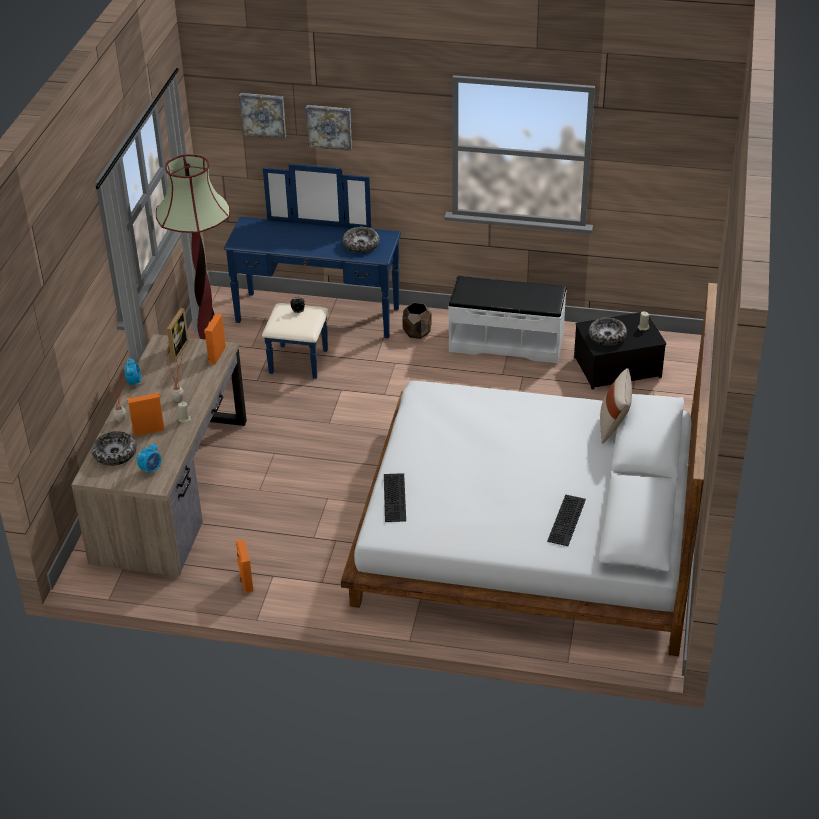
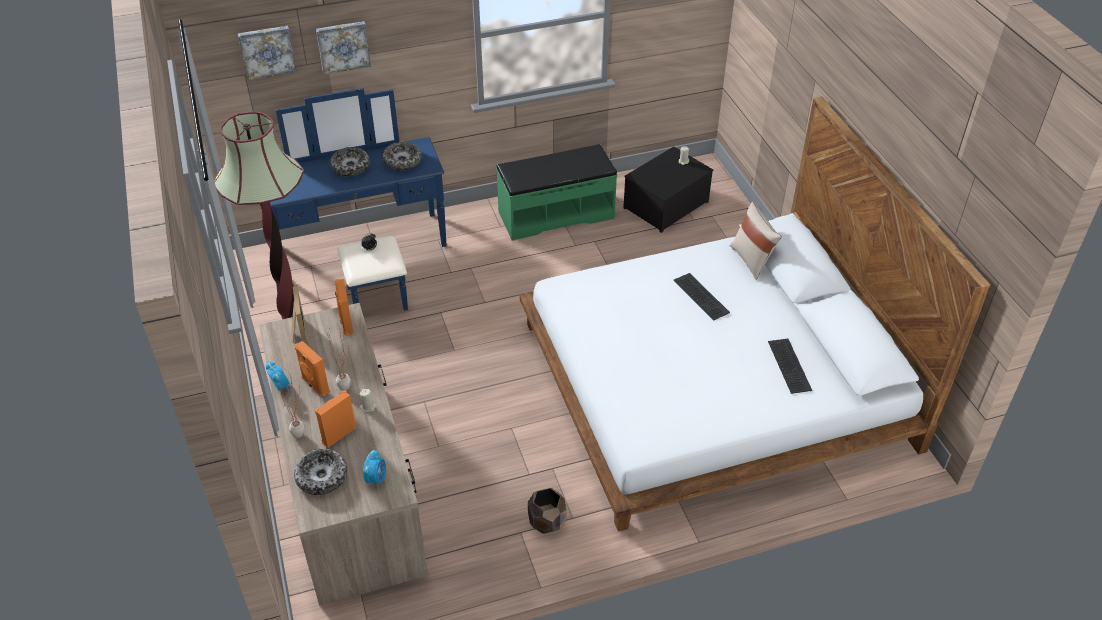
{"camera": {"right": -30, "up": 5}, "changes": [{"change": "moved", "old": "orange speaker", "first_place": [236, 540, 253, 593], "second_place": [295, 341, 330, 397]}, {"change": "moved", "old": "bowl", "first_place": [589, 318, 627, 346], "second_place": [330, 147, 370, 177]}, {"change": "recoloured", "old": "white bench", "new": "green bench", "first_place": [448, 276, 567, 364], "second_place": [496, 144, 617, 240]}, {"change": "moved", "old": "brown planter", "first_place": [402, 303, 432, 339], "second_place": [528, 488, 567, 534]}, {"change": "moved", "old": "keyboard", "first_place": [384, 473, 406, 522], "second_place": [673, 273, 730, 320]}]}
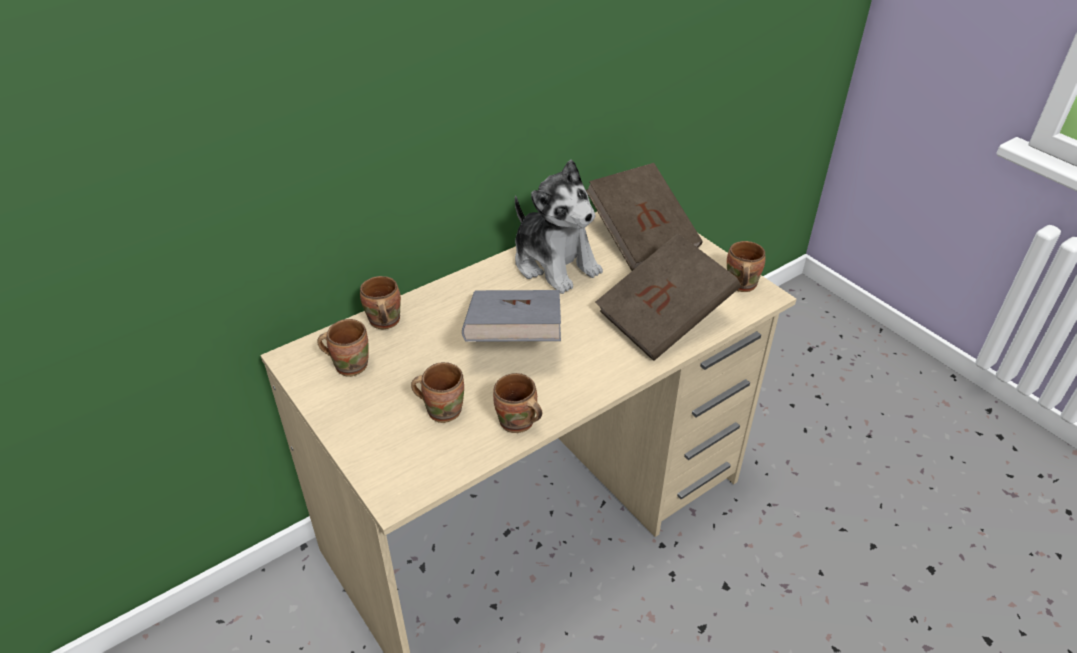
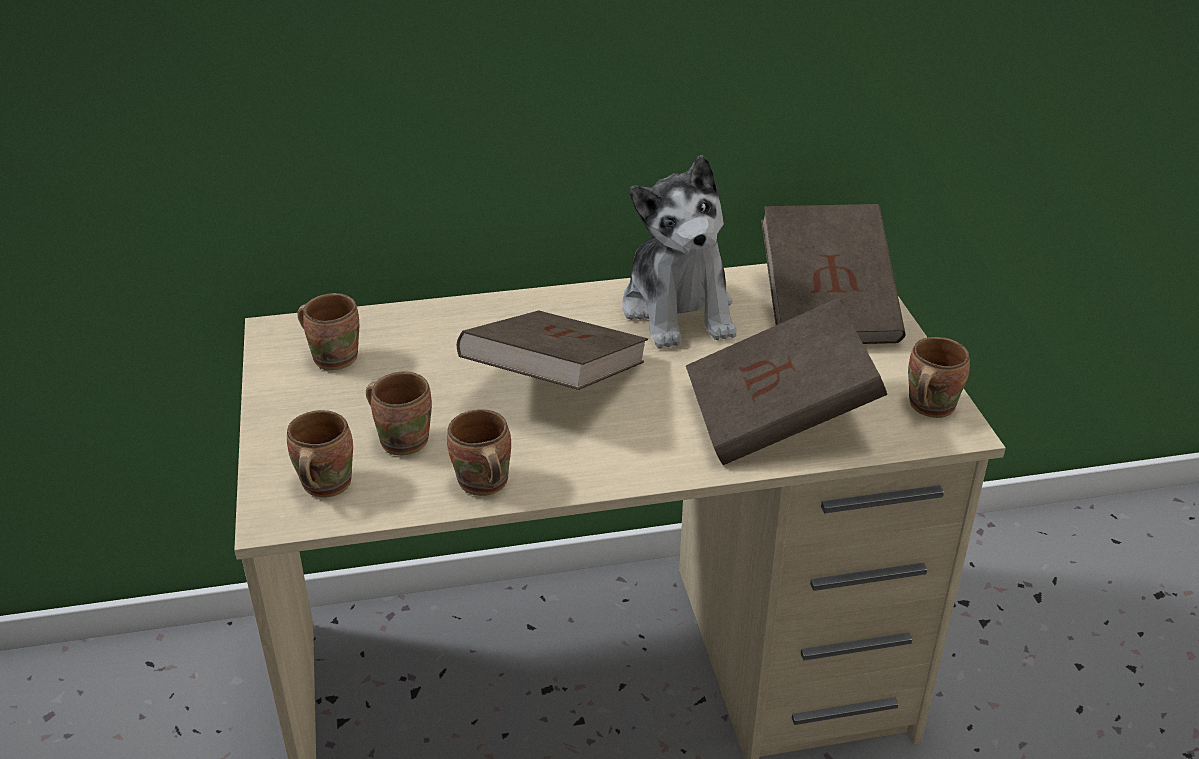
{"camera": {"right": 25, "up": -5}, "changes": [{"change": "moved", "old": "brown mug", "first_place": [360, 276, 401, 329], "second_place": [287, 410, 353, 497]}, {"change": "recoloured", "old": "grey book", "new": "brown book", "first_place": [462, 290, 561, 342], "second_place": [457, 311, 648, 390]}]}
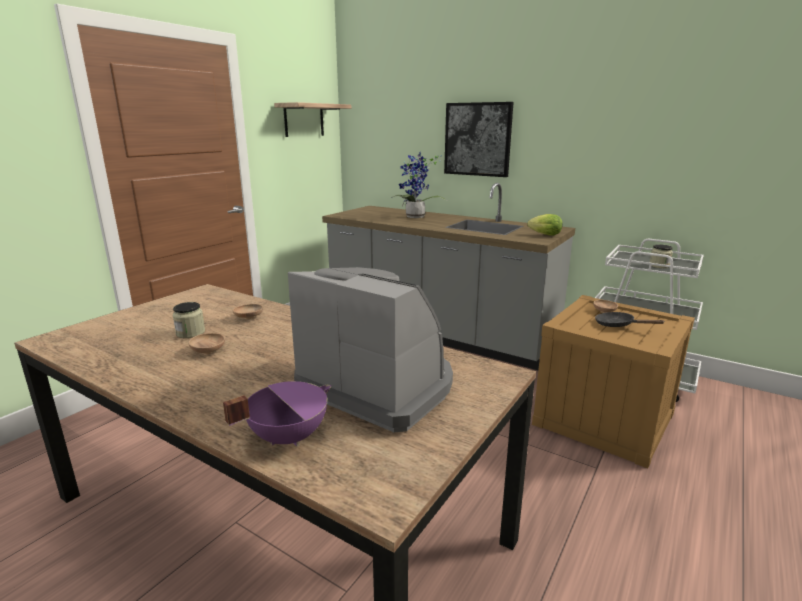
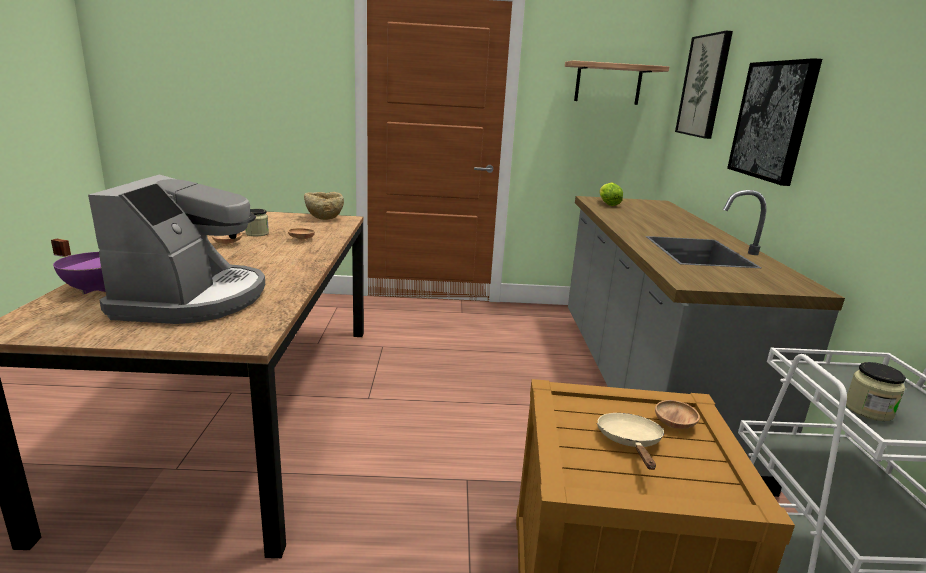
{"camera": {"right": 55, "up": 0}, "changes": [{"change": "added", "new": "beige bowl", "second_place": [304, 192, 344, 220]}, {"change": "recoloured", "old": "black frying pan", "new": "beige frying pan", "first_place": [595, 312, 664, 327], "second_place": [597, 413, 664, 470]}, {"change": "moved", "old": "lettuce", "first_place": [527, 214, 563, 236], "second_place": [599, 183, 623, 206]}, {"change": "added", "new": "picture", "second_place": [675, 31, 733, 139]}, {"change": "removed", "old": "potted plant", "first_place": [391, 152, 446, 218]}]}
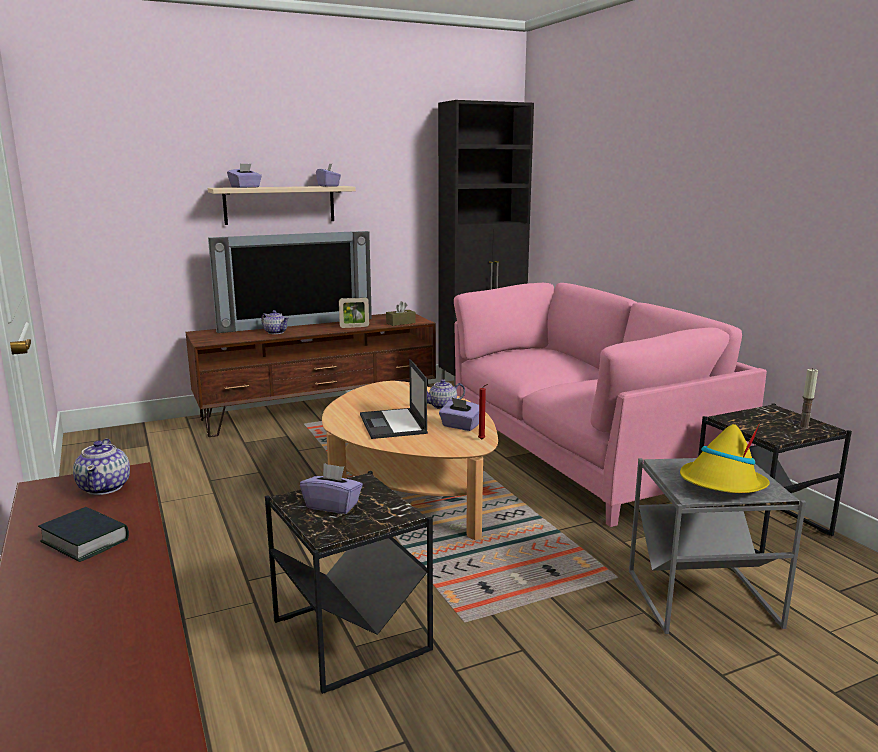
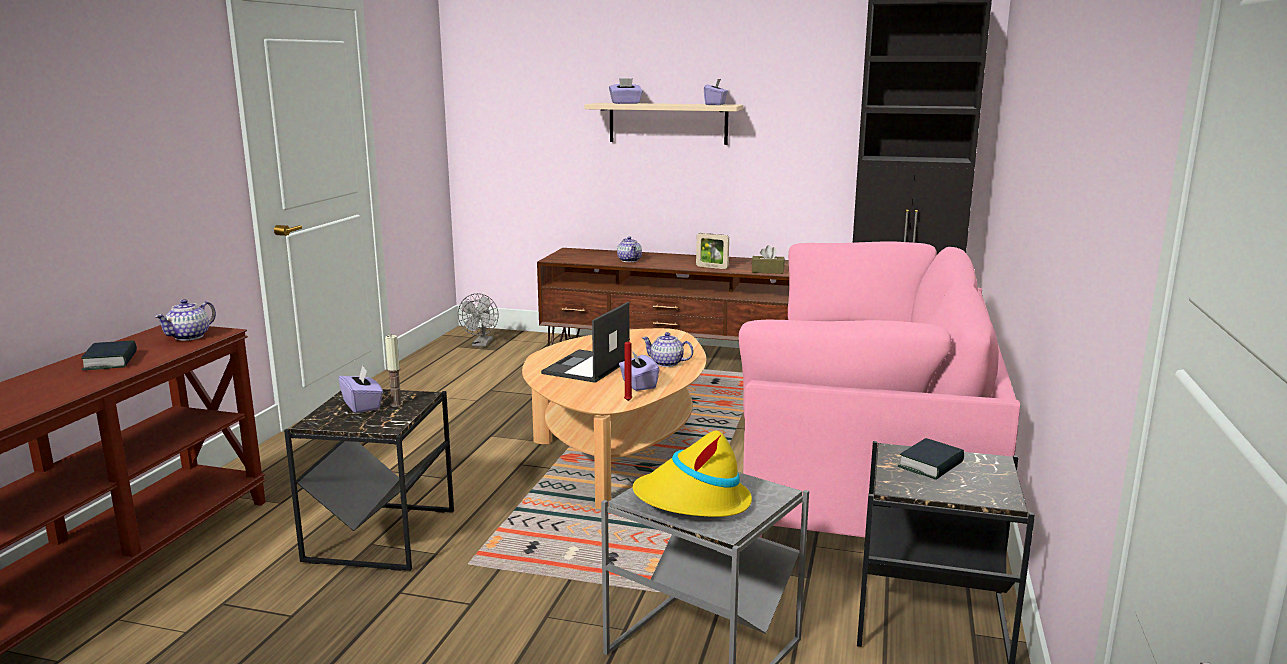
{"camera": {"right": 40, "up": 0}, "changes": [{"change": "moved", "old": "candle", "first_place": [798, 368, 818, 429], "second_place": [385, 335, 403, 407]}, {"change": "added", "new": "grey fan", "second_place": [458, 293, 499, 347]}, {"change": "added", "new": "book", "second_place": [898, 438, 964, 480]}, {"change": "removed", "old": "television", "first_place": [208, 231, 372, 333]}]}
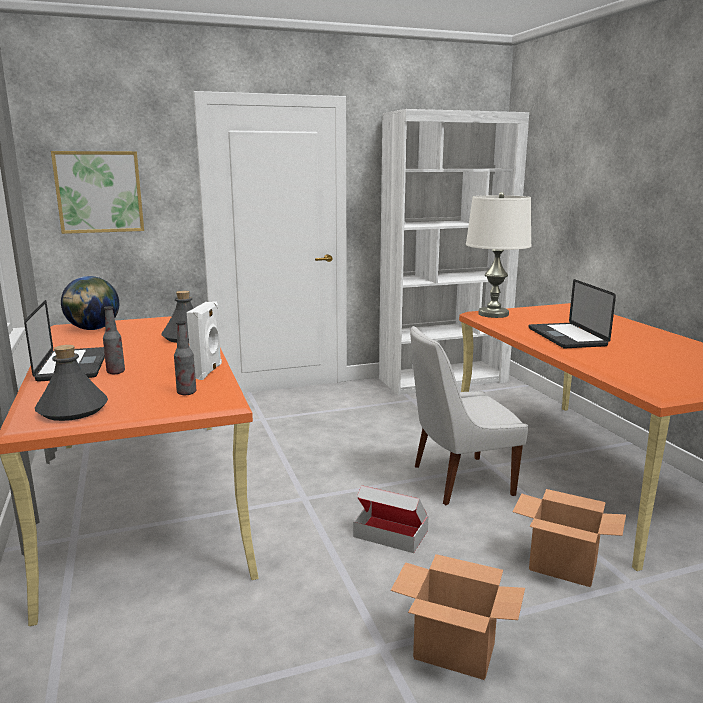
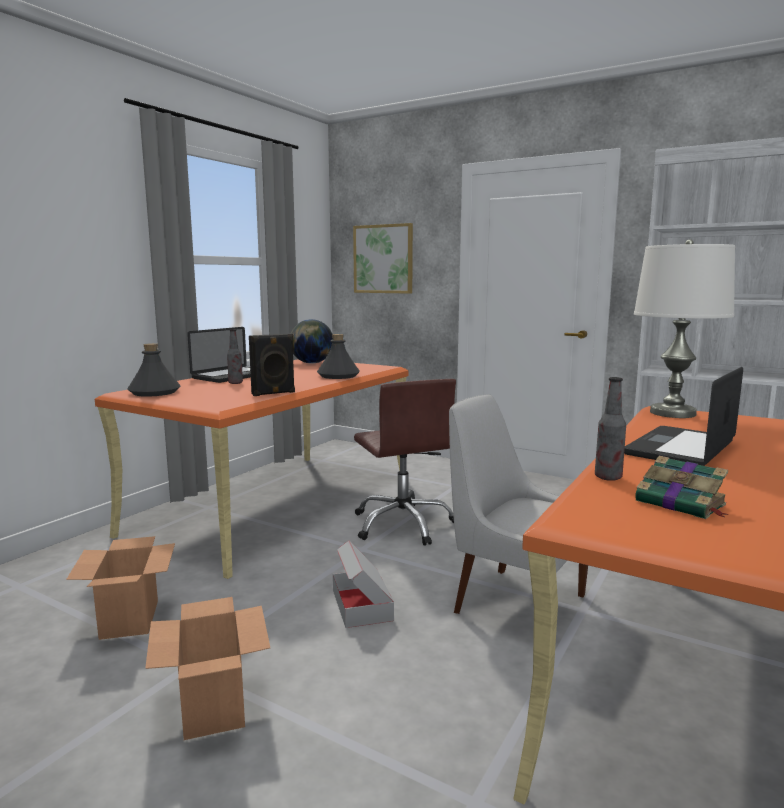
{"camera": {"right": 50, "up": -5}, "changes": [{"change": "moved", "old": "cardboard box", "first_place": [512, 489, 626, 587], "second_place": [66, 536, 175, 640]}, {"change": "recoloured", "old": "white speaker", "new": "black speaker", "first_place": [187, 301, 222, 380], "second_place": [249, 334, 295, 396]}, {"change": "added", "new": "brown office chair", "second_place": [354, 379, 456, 546]}, {"change": "moved", "old": "bottle", "first_place": [174, 321, 196, 395], "second_place": [595, 377, 626, 481]}, {"change": "added", "new": "book", "second_place": [635, 456, 728, 519]}]}
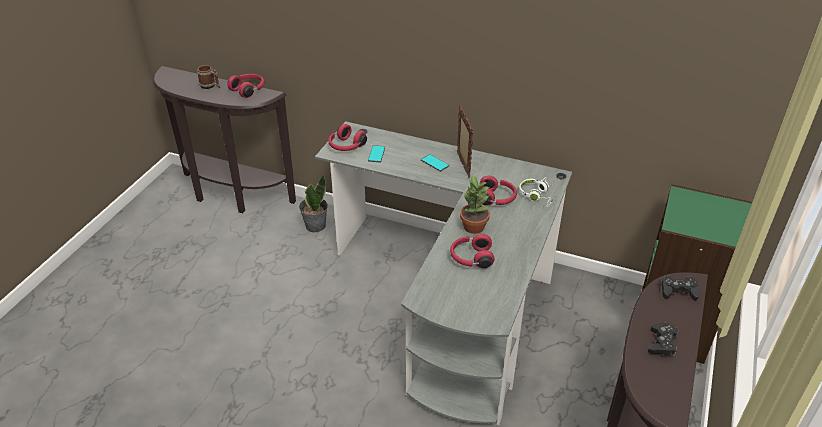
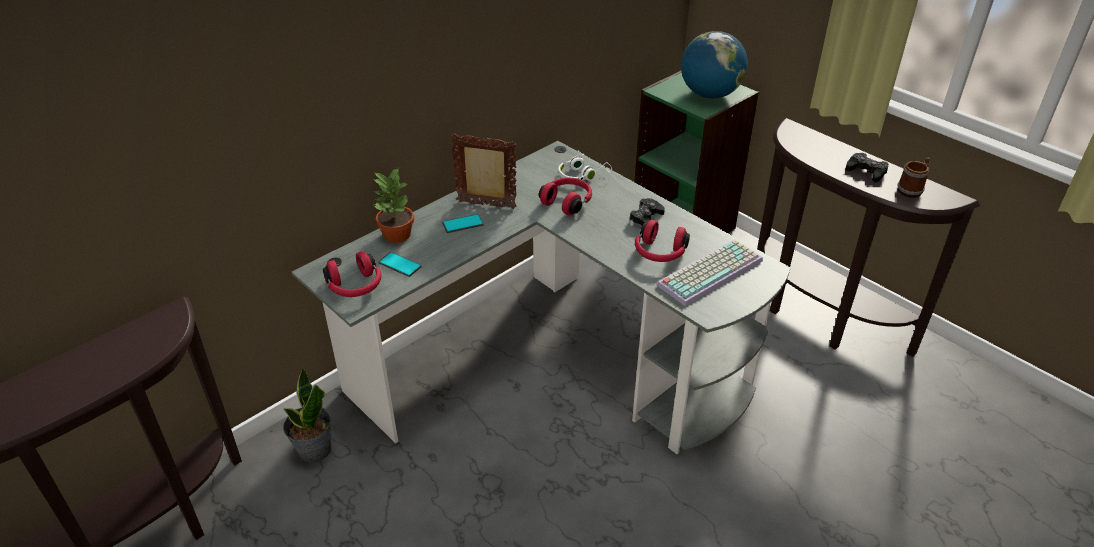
{"camera": {"right": -65, "up": 0}, "changes": [{"change": "moved", "old": "potted plant", "first_place": [460, 174, 490, 234], "second_place": [374, 168, 414, 243]}, {"change": "moved", "old": "black game controller", "first_place": [661, 275, 700, 301], "second_place": [629, 198, 665, 225]}, {"change": "added", "new": "keyboard", "second_place": [657, 239, 763, 306]}, {"change": "added", "new": "globe", "second_place": [681, 31, 748, 98]}, {"change": "moved", "old": "mug", "first_place": [197, 65, 220, 89], "second_place": [897, 158, 930, 198]}, {"change": "removed", "old": "red headphones", "first_place": [227, 74, 264, 98]}]}
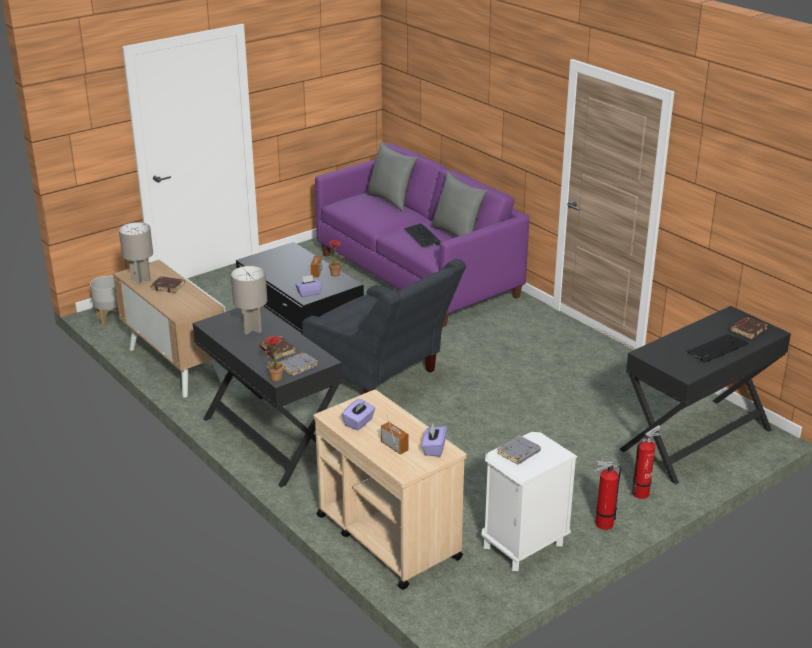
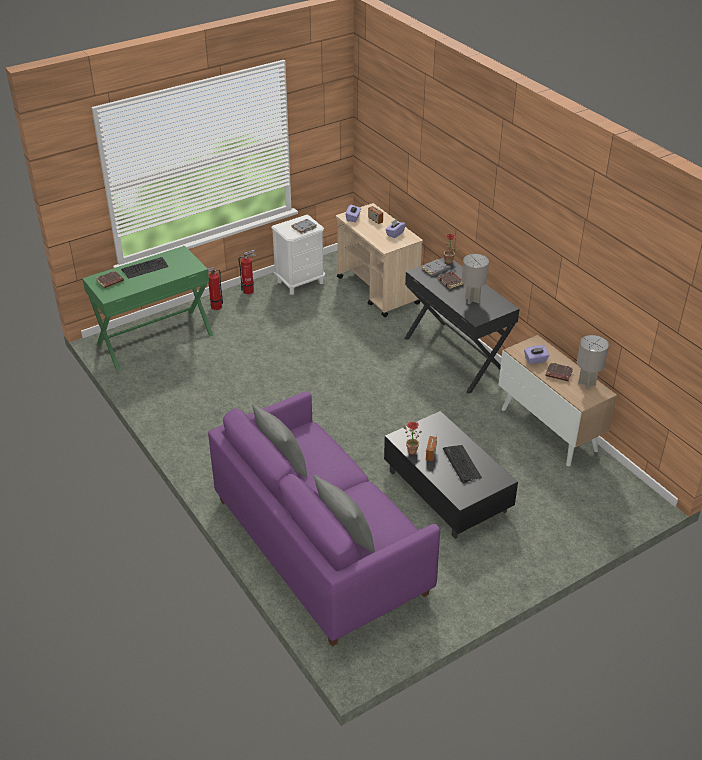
{"camera": {"right": -175, "up": 10}, "changes": [{"change": "recoloured", "old": "black desk", "new": "green desk", "first_place": [619, 306, 791, 484], "second_place": [82, 246, 213, 371]}, {"change": "moved", "old": "keyboard", "first_place": [404, 224, 441, 248], "second_place": [443, 445, 482, 483]}, {"change": "moved", "old": "purple tissue box", "first_place": [295, 275, 322, 297], "second_place": [524, 345, 549, 364]}, {"change": "removed", "old": "grey planter", "first_place": [90, 276, 122, 326]}, {"change": "removed", "old": "grey armchair", "first_place": [302, 259, 466, 393]}]}
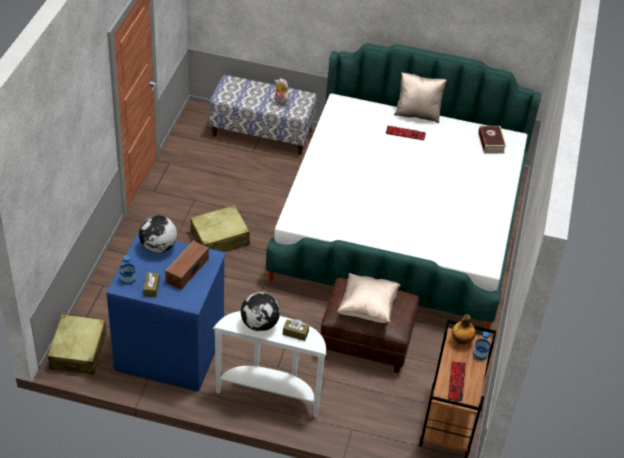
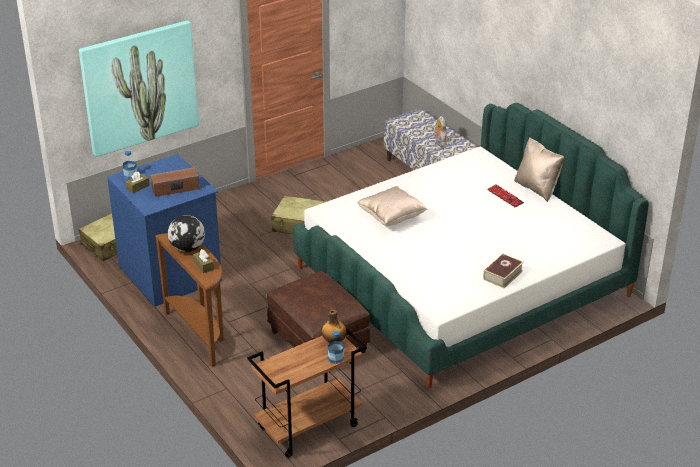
{"camera": {"right": 45, "up": -10}, "changes": [{"change": "added", "new": "picture", "second_place": [79, 20, 199, 157]}, {"change": "recoloured", "old": "white console table", "new": "brown console table", "first_place": [213, 311, 326, 417], "second_place": [155, 233, 224, 367]}, {"change": "moved", "old": "beige pillow", "first_place": [337, 273, 401, 323], "second_place": [357, 186, 428, 226]}, {"change": "moved", "old": "book", "first_place": [478, 126, 506, 154], "second_place": [483, 254, 524, 288]}, {"change": "removed", "old": "globe", "first_place": [139, 215, 177, 253]}, {"change": "removed", "old": "keyboard", "first_place": [448, 361, 466, 401]}]}
